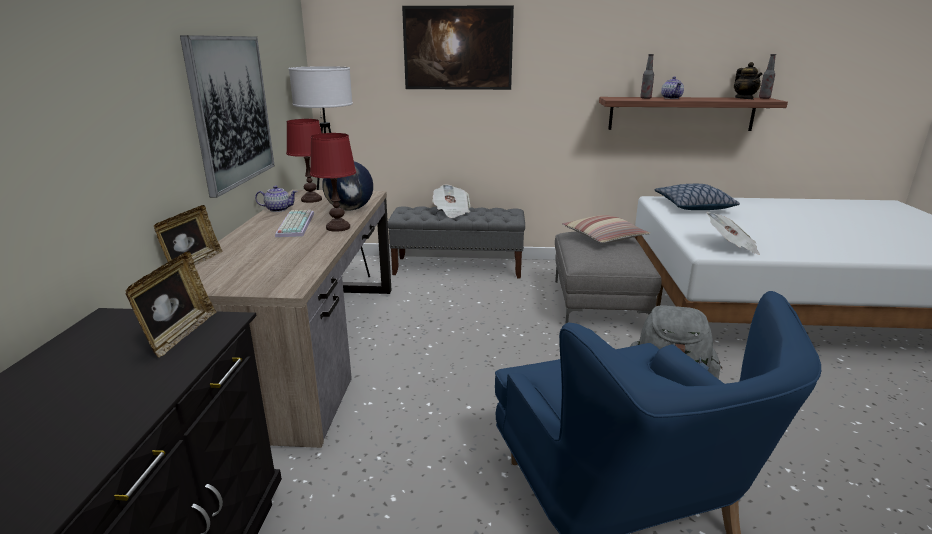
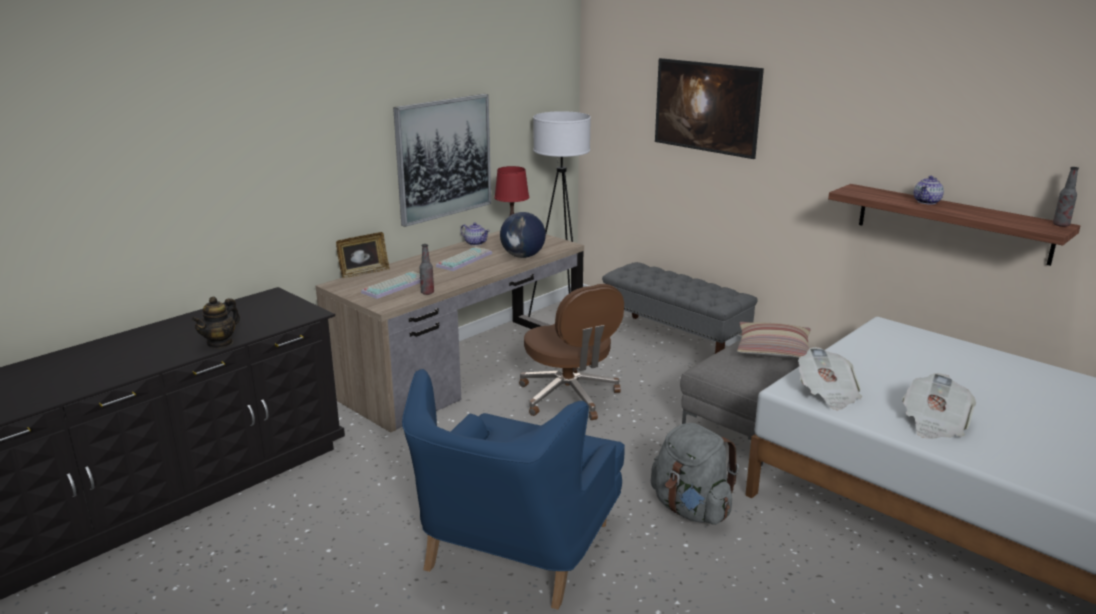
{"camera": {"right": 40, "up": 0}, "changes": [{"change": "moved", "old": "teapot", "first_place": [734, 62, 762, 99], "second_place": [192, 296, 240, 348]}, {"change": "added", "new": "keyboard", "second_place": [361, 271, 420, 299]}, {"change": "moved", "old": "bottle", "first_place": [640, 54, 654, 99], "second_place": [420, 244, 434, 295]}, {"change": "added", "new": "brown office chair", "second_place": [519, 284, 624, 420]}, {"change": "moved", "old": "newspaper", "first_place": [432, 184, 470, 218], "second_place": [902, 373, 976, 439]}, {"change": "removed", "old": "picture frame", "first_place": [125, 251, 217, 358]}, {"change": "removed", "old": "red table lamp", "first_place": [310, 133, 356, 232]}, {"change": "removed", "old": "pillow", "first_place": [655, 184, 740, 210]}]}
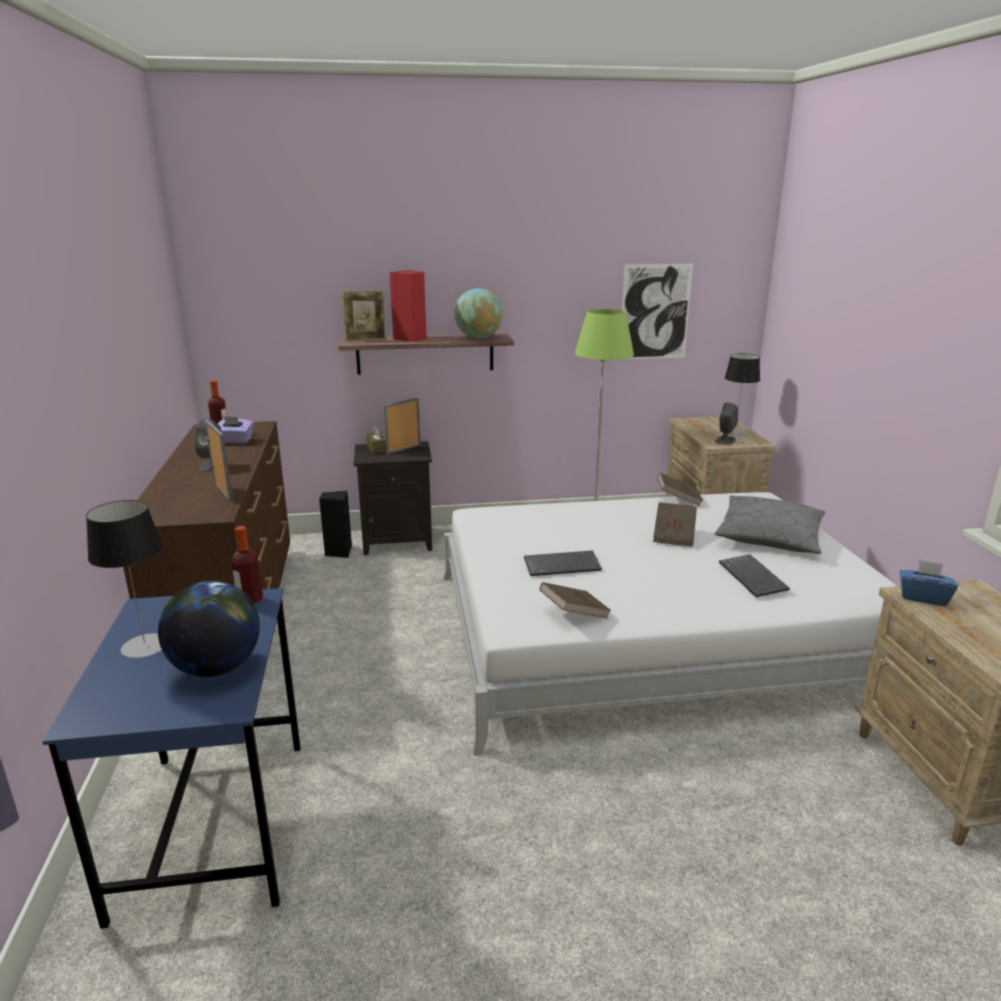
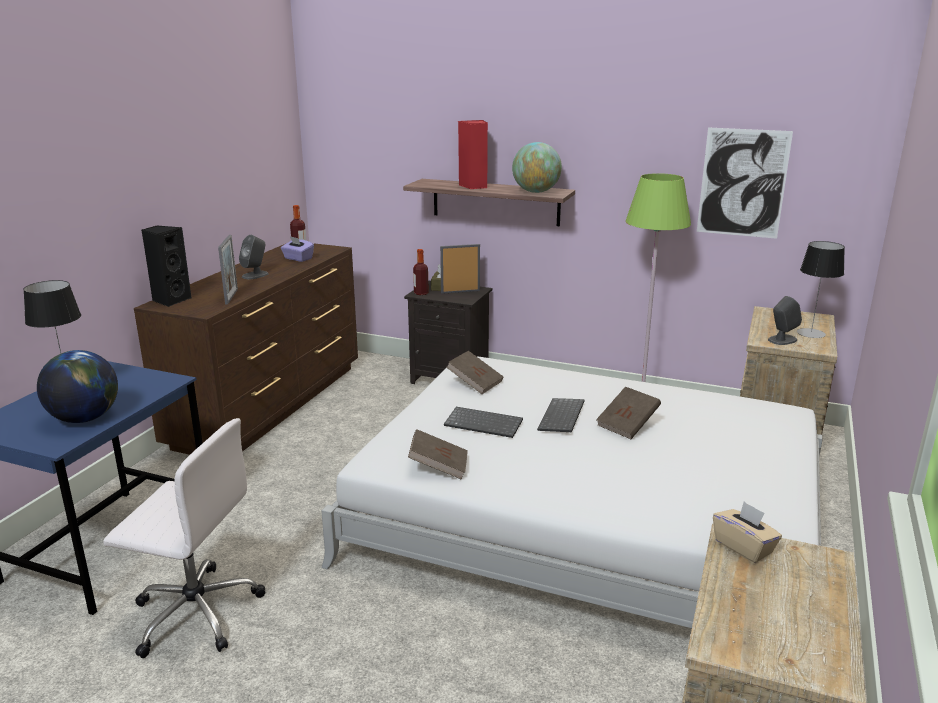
{"camera": {"right": 30, "up": 0}, "changes": [{"change": "added", "new": "white office chair", "second_place": [103, 418, 266, 658]}, {"change": "moved", "old": "black speaker", "first_place": [319, 491, 352, 558], "second_place": [141, 225, 192, 307]}, {"change": "moved", "old": "bottle", "first_place": [232, 526, 263, 604], "second_place": [413, 249, 429, 295]}, {"change": "moved", "old": "brown book", "first_place": [657, 472, 703, 506], "second_place": [446, 351, 503, 394]}, {"change": "moved", "old": "keyboard", "first_place": [719, 554, 790, 597], "second_place": [537, 398, 584, 432]}, {"change": "recoloured", "old": "blue tissue box", "new": "beige tissue box", "first_place": [900, 560, 958, 606], "second_place": [713, 501, 782, 563]}, {"change": "removed", "old": "picture frame", "first_place": [342, 290, 387, 342]}, {"change": "removed", "old": "grey pillow", "first_place": [715, 496, 825, 554]}]}
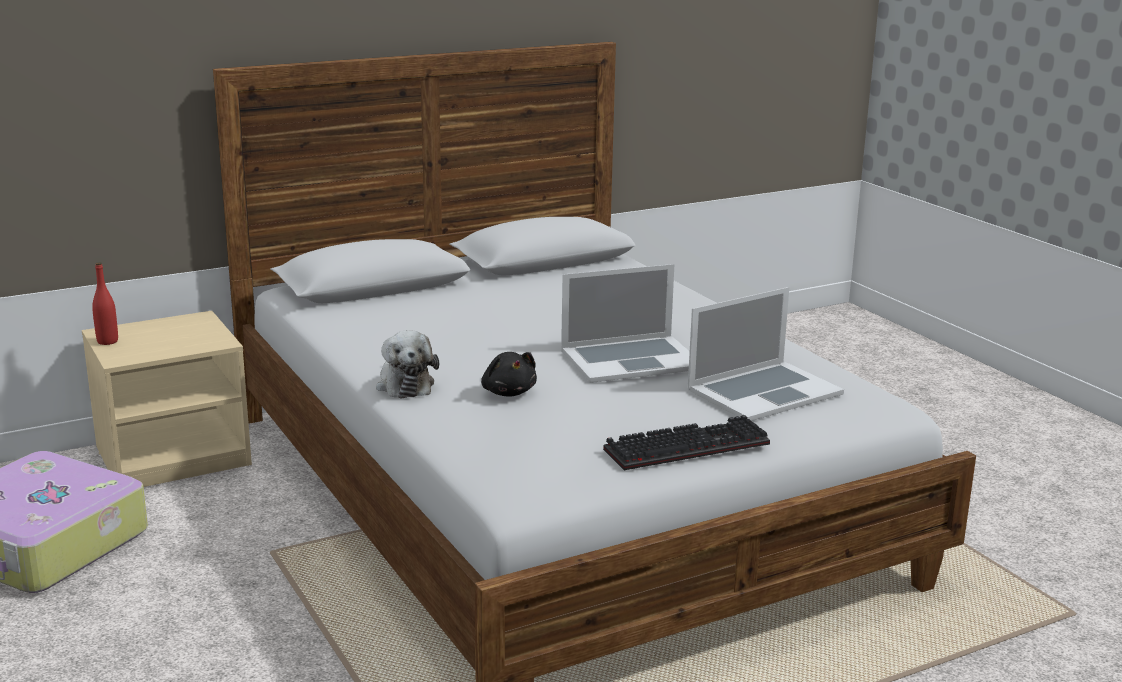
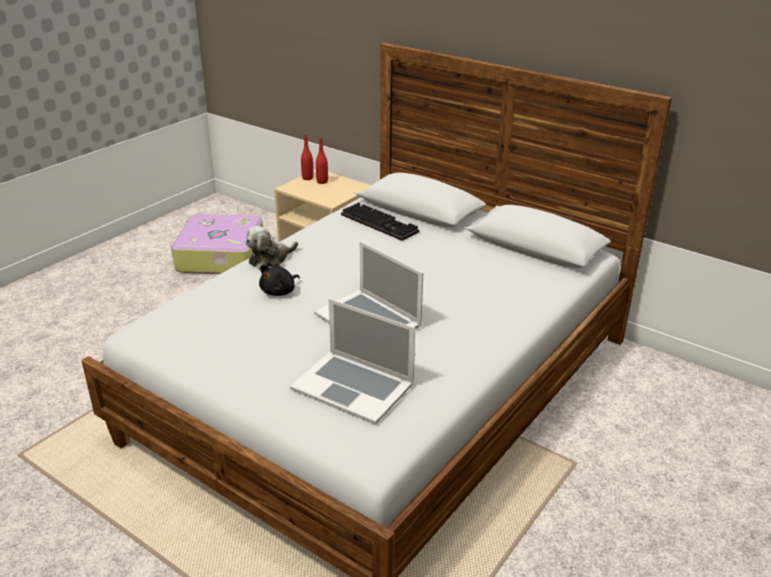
{"camera": {"right": 65, "up": 10}, "changes": [{"change": "added", "new": "red bottle", "second_place": [316, 138, 328, 184]}, {"change": "moved", "old": "keyboard", "first_place": [603, 415, 770, 470], "second_place": [341, 202, 419, 241]}]}
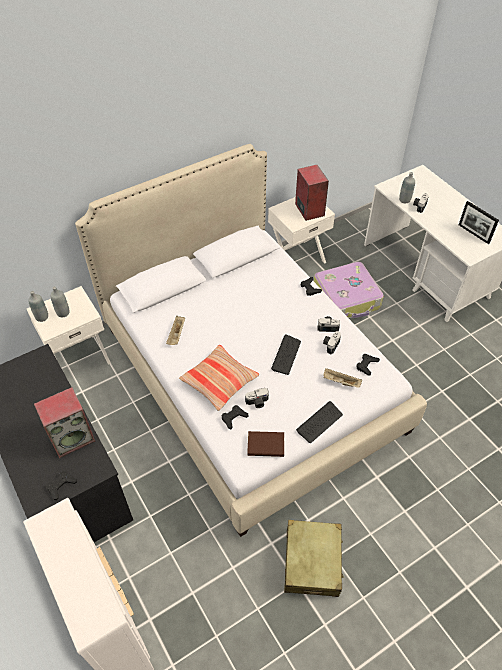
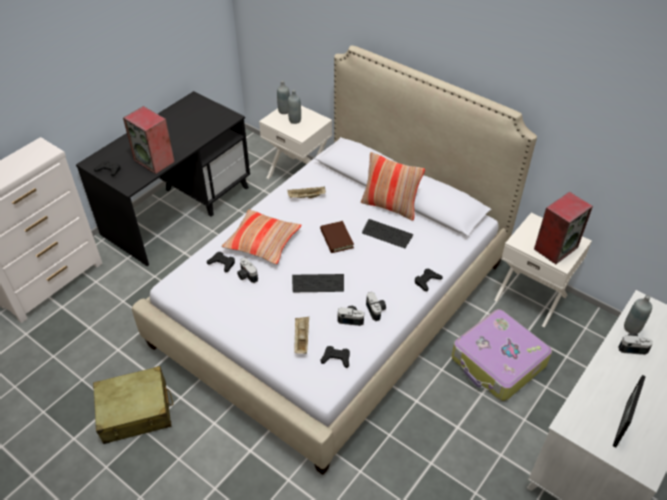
{"camera": {"right": 70, "up": -5}, "changes": [{"change": "moved", "old": "brown book", "first_place": [247, 431, 284, 457], "second_place": [320, 221, 354, 253]}, {"change": "added", "new": "pillow", "second_place": [361, 152, 425, 221]}, {"change": "moved", "old": "keyboard", "first_place": [296, 401, 343, 443], "second_place": [362, 219, 413, 248]}]}
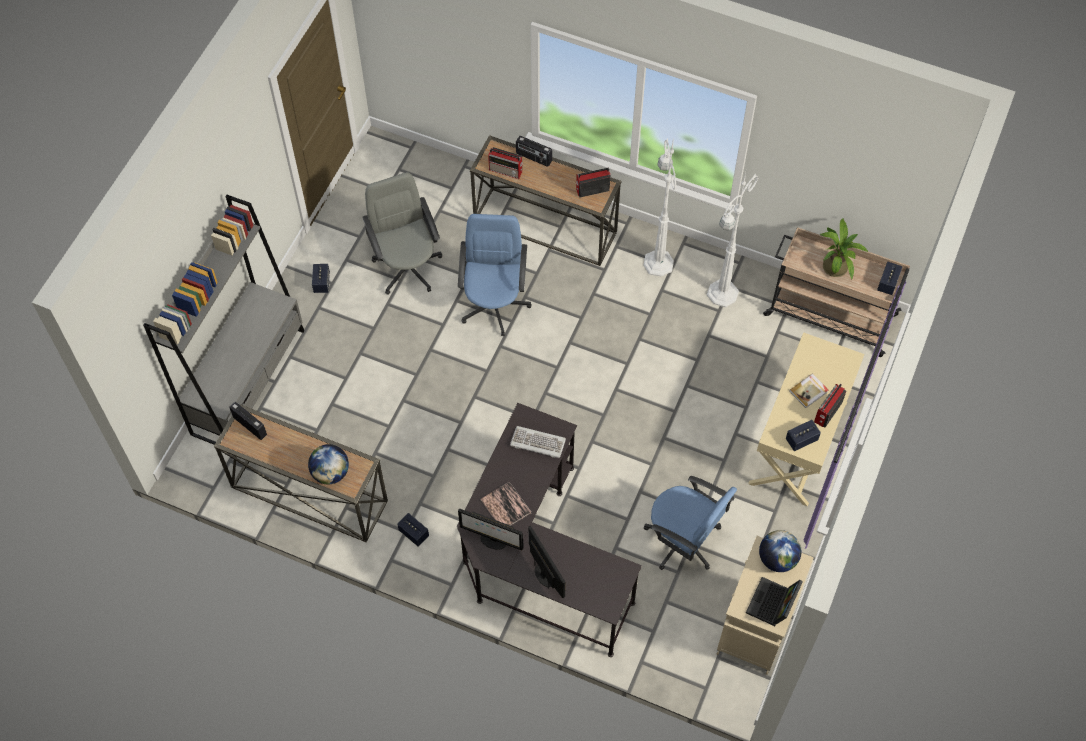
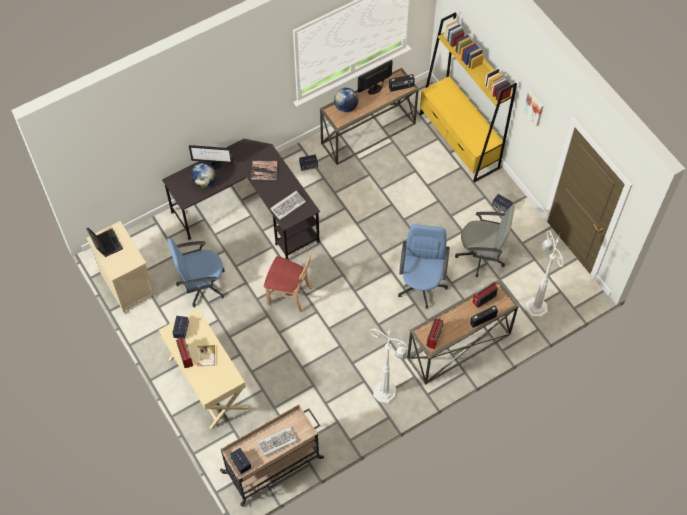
{"camera": {"right": 125, "up": 0}, "changes": [{"change": "moved", "old": "globe", "first_place": [759, 530, 802, 572], "second_place": [191, 162, 216, 188]}, {"change": "replaced", "old": "potted plant", "new": "keyboard", "first_place": [820, 219, 868, 280], "second_place": [257, 427, 298, 456]}, {"change": "added", "new": "beige chair", "second_place": [264, 251, 312, 313]}, {"change": "moved", "old": "monitor", "first_place": [458, 509, 523, 551], "second_place": [358, 60, 393, 95]}, {"change": "turned", "old": "blue office chair", "first_place": [458, 214, 532, 336], "second_place": [398, 224, 450, 309], "degrees": -120}, {"change": "recoloured", "old": "grey bookcase", "new": "yellow bookcase", "first_place": [143, 195, 304, 445], "second_place": [420, 12, 517, 182]}, {"change": "added", "new": "picture", "second_place": [524, 91, 543, 127]}, {"change": "moved", "old": "white floor lamp", "first_place": [707, 172, 758, 308], "second_place": [526, 231, 564, 318]}]}
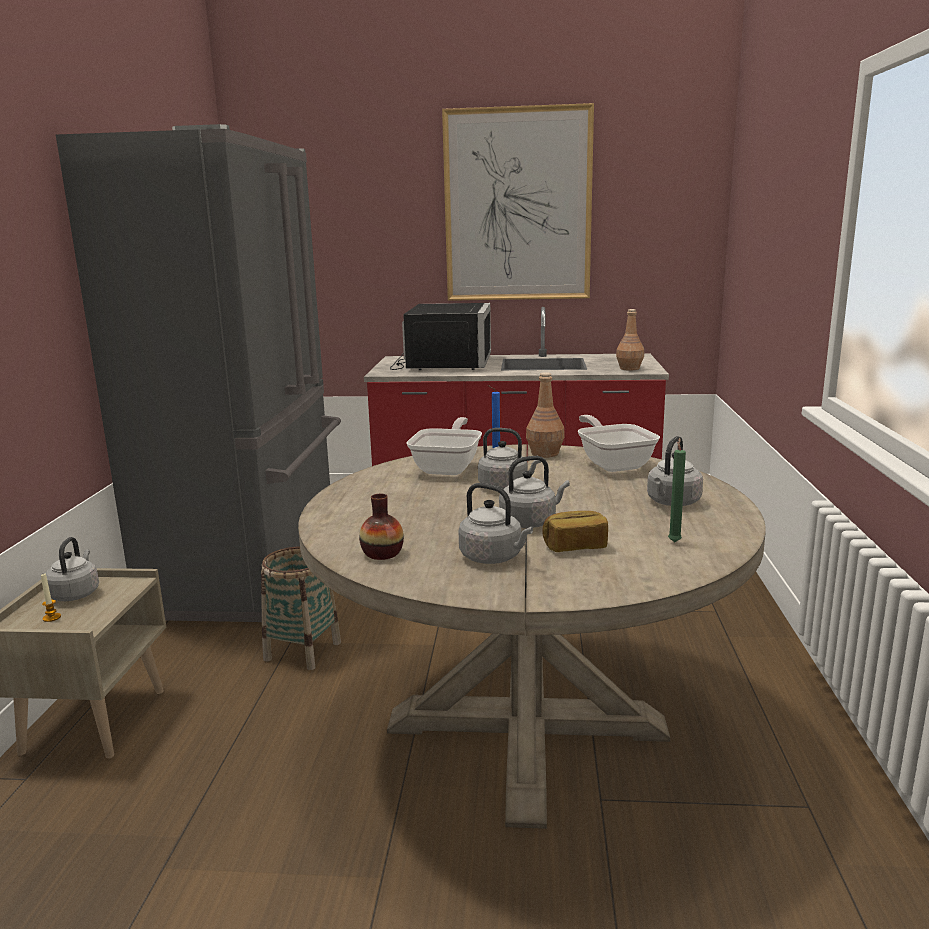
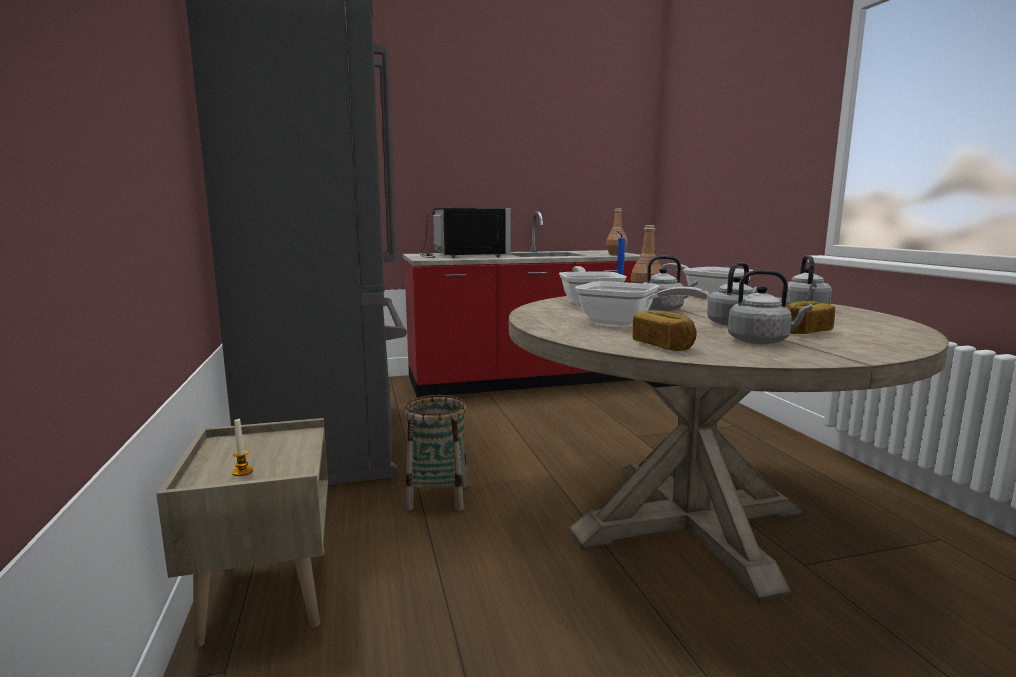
{"camera": {"right": -20, "up": -5}, "changes": [{"change": "added", "new": "frying pan", "second_place": [575, 281, 709, 326]}, {"change": "replaced", "old": "vase", "new": "bread", "first_place": [359, 494, 404, 560], "second_place": [633, 310, 697, 351]}, {"change": "removed", "old": "grey kettle", "first_place": [46, 537, 99, 601]}, {"change": "removed", "old": "picture", "first_place": [442, 103, 594, 301]}, {"change": "removed", "old": "green candle", "first_place": [668, 438, 686, 542]}]}
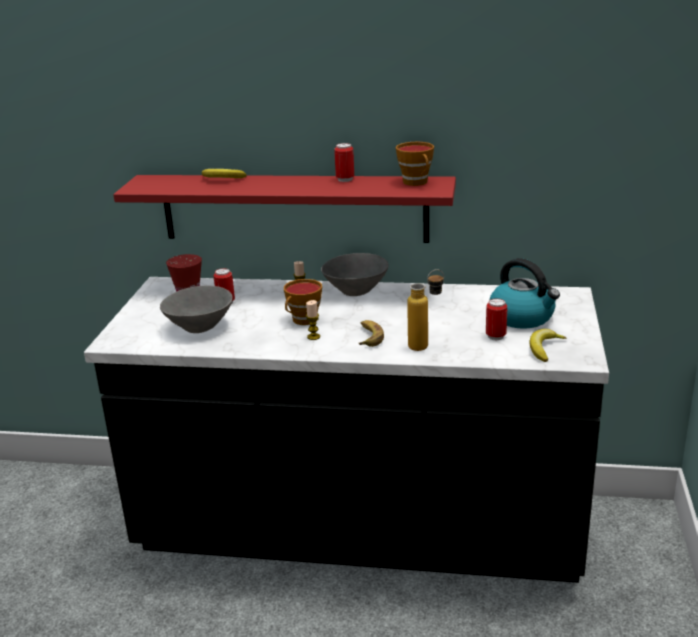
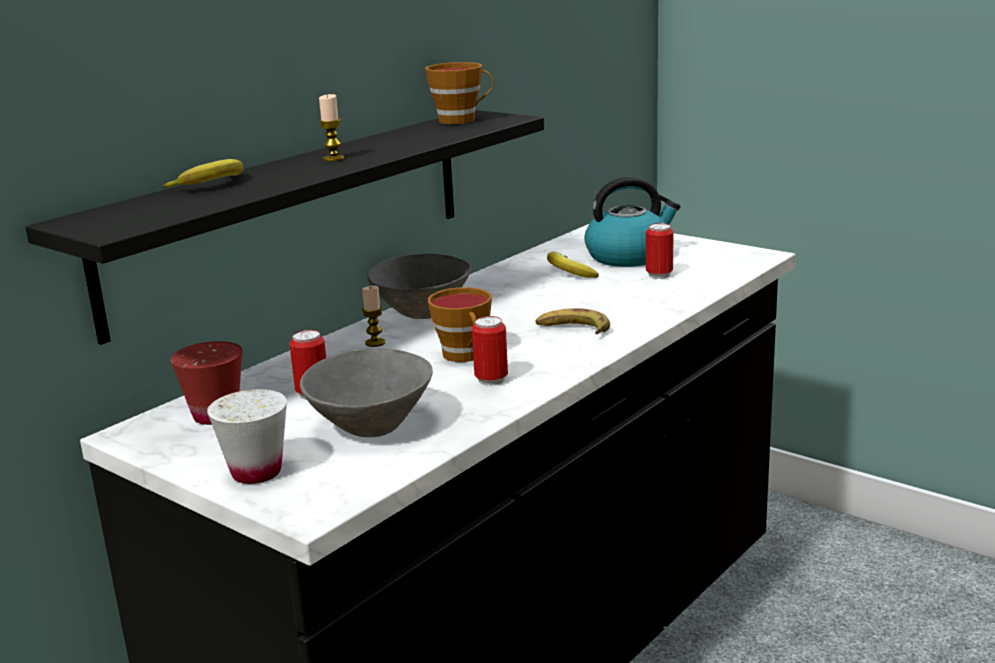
{"camera": {"right": -60, "up": -5}, "changes": [{"change": "recoloured", "old": "red shelf", "new": "black shelf", "first_place": [113, 175, 456, 243], "second_place": [25, 110, 544, 345]}, {"change": "added", "new": "white cup", "second_place": [207, 389, 287, 484]}, {"change": "moved", "old": "candle", "first_place": [306, 300, 320, 340], "second_place": [319, 94, 344, 161]}, {"change": "moved", "old": "can", "first_place": [335, 143, 354, 182], "second_place": [472, 316, 508, 386]}, {"change": "moved", "old": "banana", "first_place": [529, 329, 567, 362], "second_place": [547, 251, 599, 278]}, {"change": "removed", "old": "bottle", "first_place": [407, 269, 444, 351]}]}
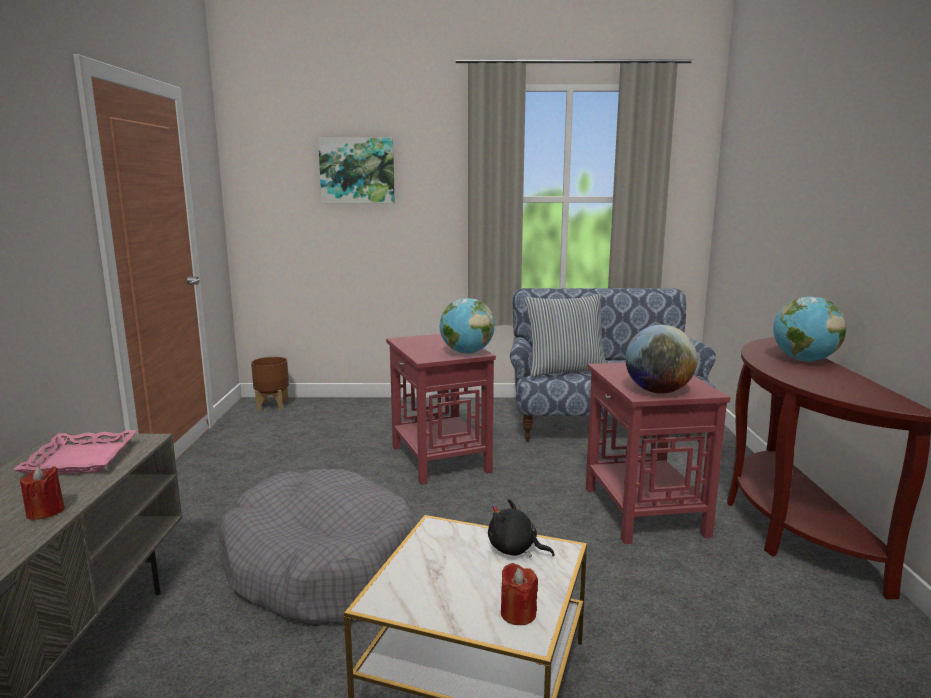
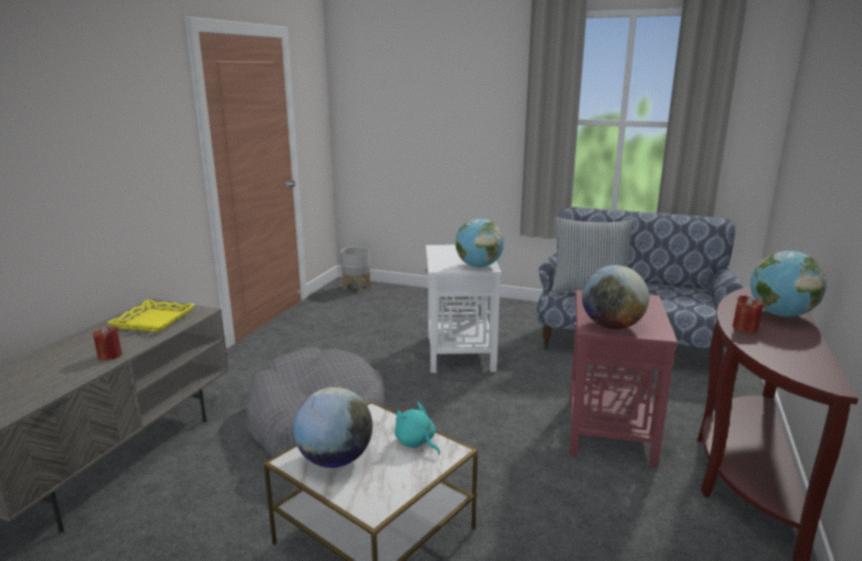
{"camera": {"right": 20, "up": 5}, "changes": [{"change": "recoloured", "old": "pink tray", "new": "yellow tray", "first_place": [13, 430, 137, 475], "second_place": [107, 300, 196, 332]}, {"change": "added", "new": "globe", "second_place": [293, 387, 373, 468]}, {"change": "recoloured", "old": "brown planter", "new": "grey planter", "first_place": [251, 357, 289, 411], "second_place": [341, 247, 370, 292]}, {"change": "recoloured", "old": "black plush toy", "new": "turquoise plush toy", "first_place": [488, 499, 555, 558], "second_place": [394, 402, 440, 454]}, {"change": "recoloured", "old": "red side table", "new": "white side table", "first_place": [386, 334, 496, 485], "second_place": [426, 245, 501, 373]}, {"change": "moved", "old": "red candle", "first_place": [501, 563, 538, 625], "second_place": [733, 295, 763, 333]}, {"change": "removed", "old": "picture", "first_place": [318, 138, 395, 203]}]}
